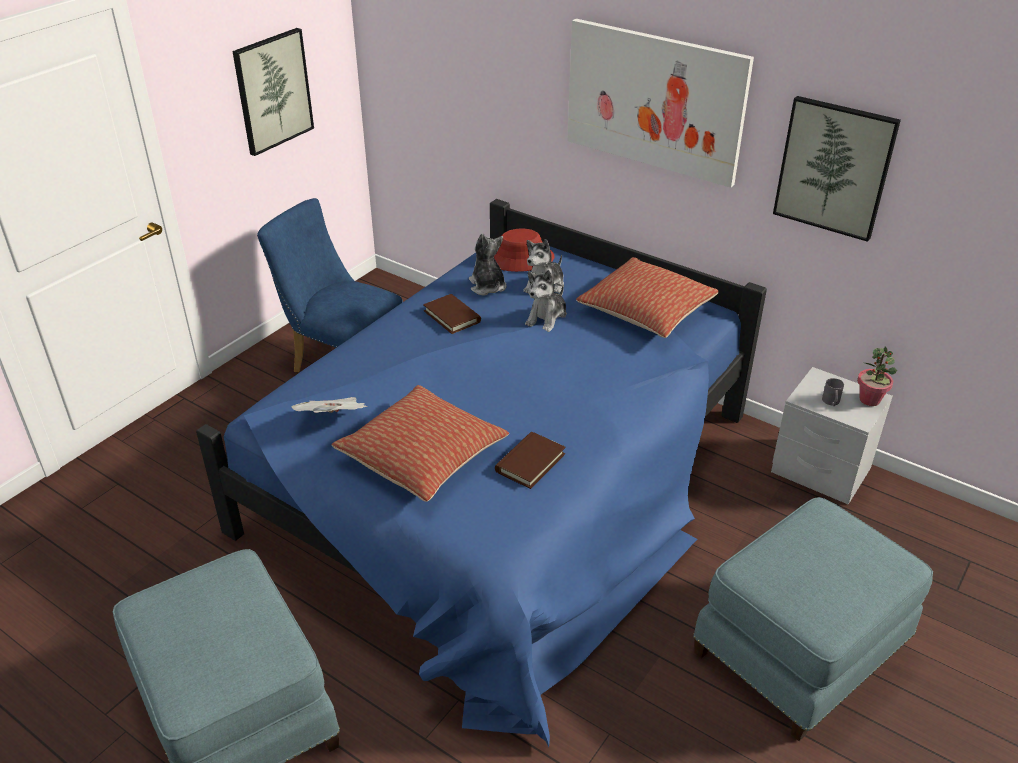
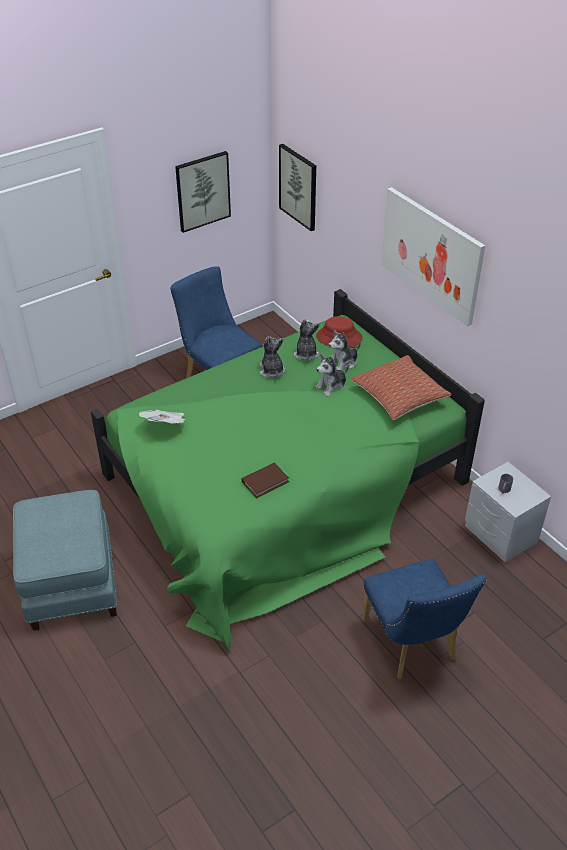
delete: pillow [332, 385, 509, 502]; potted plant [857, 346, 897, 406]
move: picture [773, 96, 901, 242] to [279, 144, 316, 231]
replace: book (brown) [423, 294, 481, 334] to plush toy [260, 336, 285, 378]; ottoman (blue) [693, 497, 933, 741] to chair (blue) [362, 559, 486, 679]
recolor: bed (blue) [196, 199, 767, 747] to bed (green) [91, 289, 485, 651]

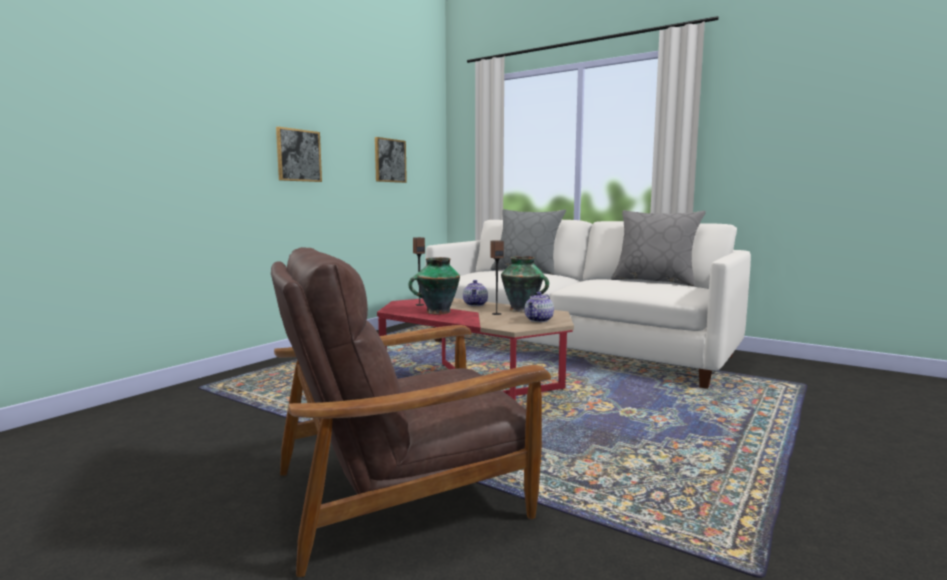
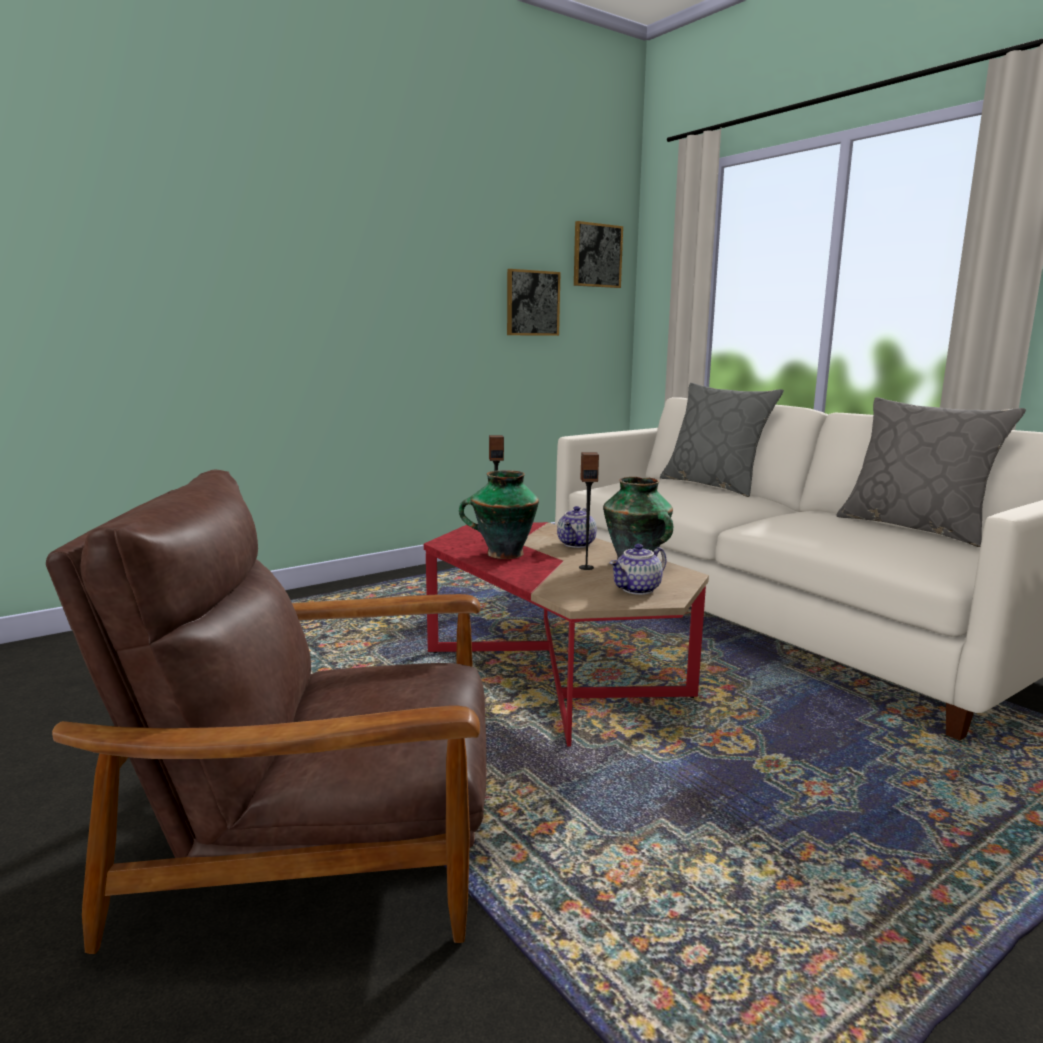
move: picture [276, 127, 322, 182] to [574, 221, 623, 288]

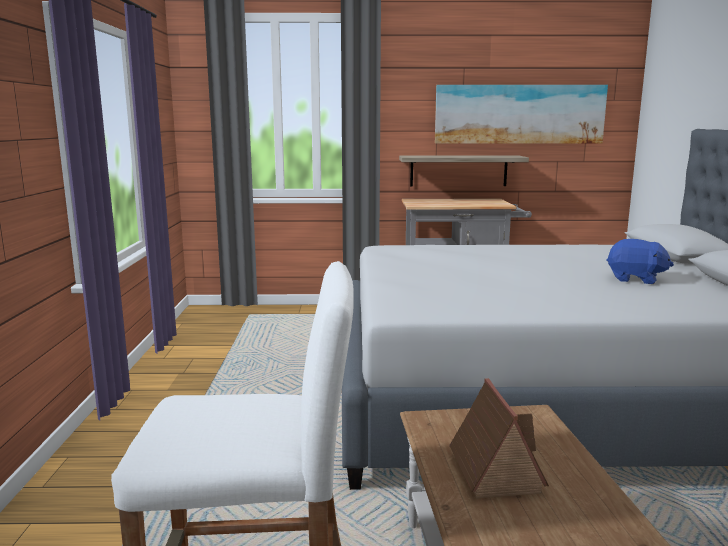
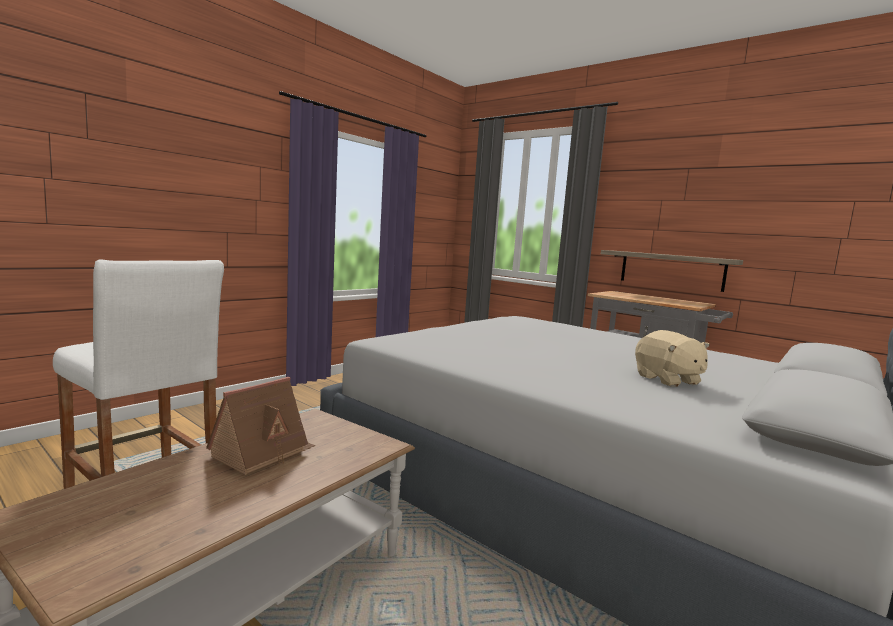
delete: picture [435, 85, 608, 144]
recolor: plush toy (blue) [607, 239, 674, 284] to plush toy (beige) [635, 330, 710, 387]

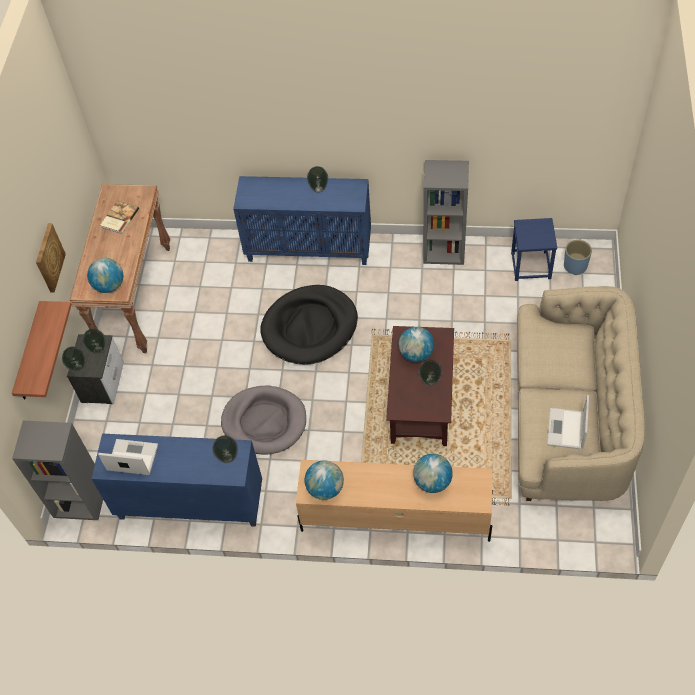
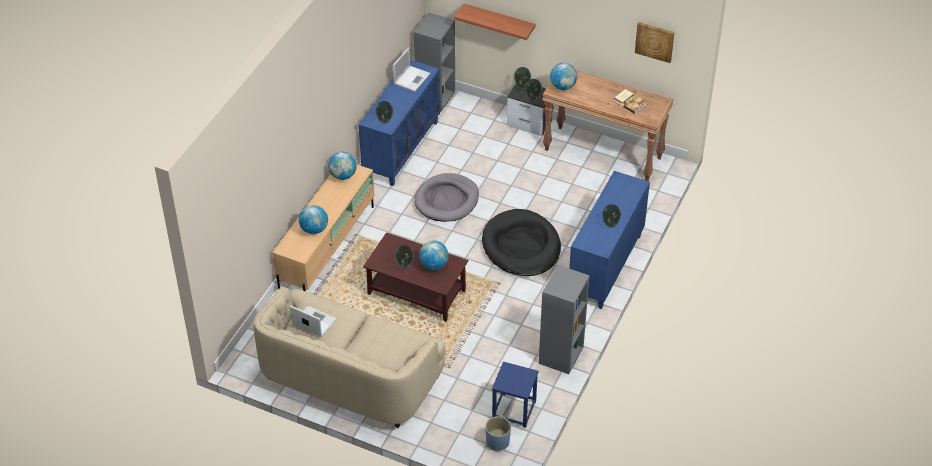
move: picture [36, 223, 66, 293] to [635, 22, 675, 63]

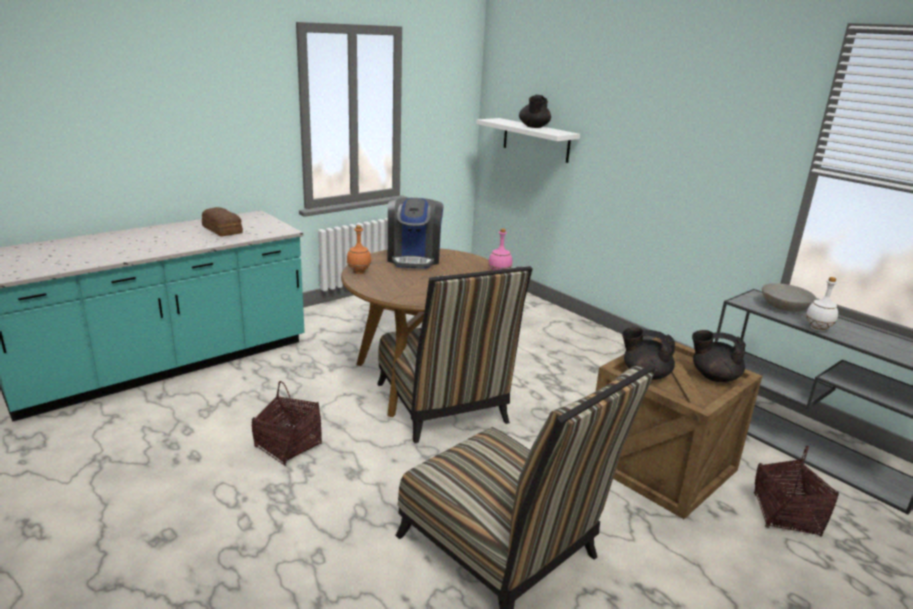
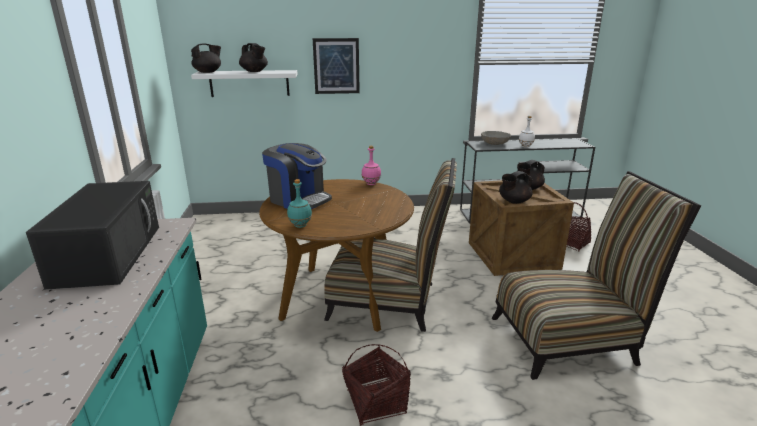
insert: teapot (black) [191, 44, 221, 73]; picture [313, 38, 360, 94]
replace: bread [202, 207, 243, 236] to microwave (black) [26, 181, 159, 290]
recolor: bottle (orange) [347, 225, 371, 274] to bottle (turquoise) [287, 179, 312, 228]

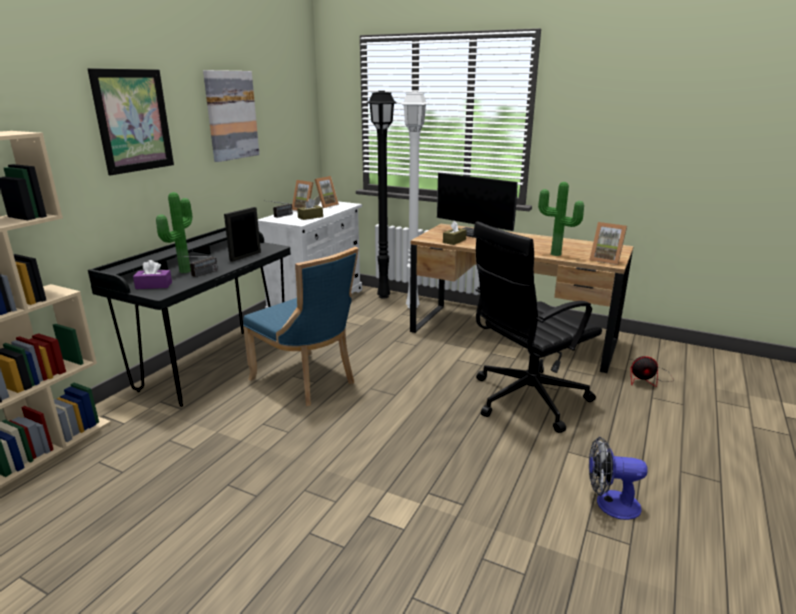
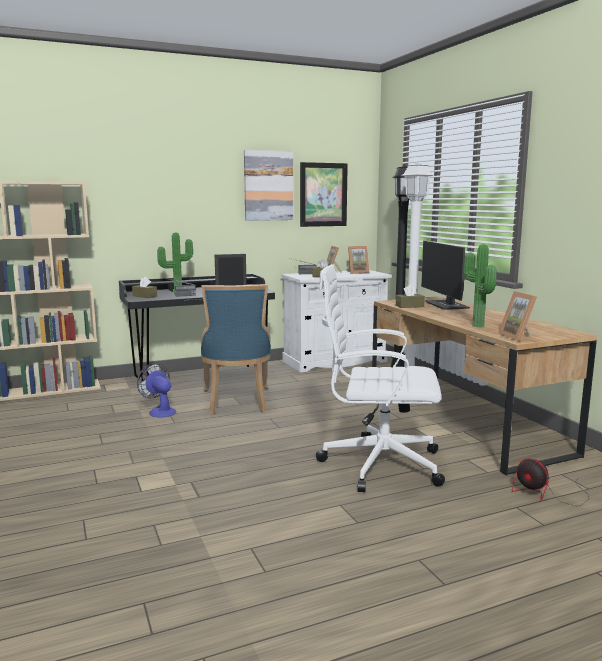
move: picture [88, 68, 174, 175] to [300, 162, 348, 227]; fan [589, 437, 648, 520] to [137, 363, 176, 418]
recolor: tissue box (purple) [133, 260, 172, 289] to tissue box (brown) [132, 277, 157, 298]; office chair (black) [473, 221, 602, 433] to office chair (white) [316, 264, 445, 492]

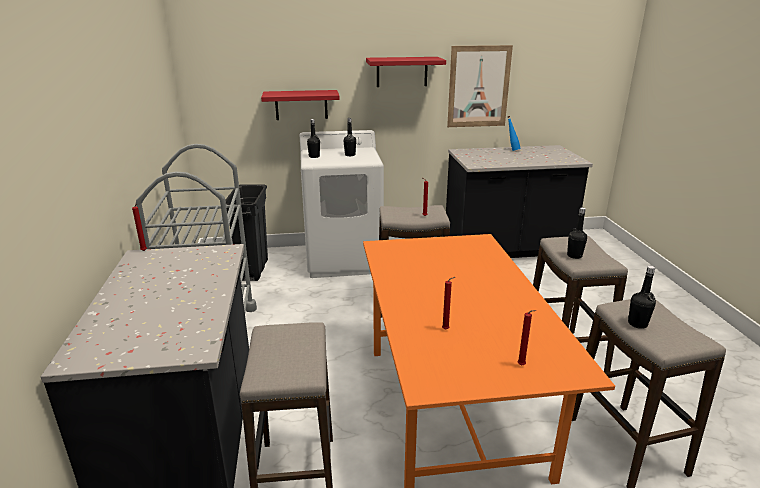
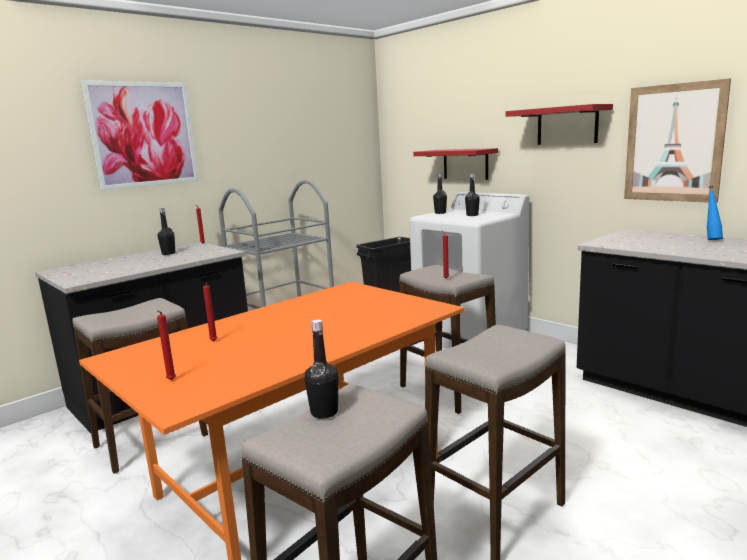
insert: picture [81, 80, 199, 191]
move: bottle (black) [567, 207, 587, 259] to [158, 208, 175, 255]

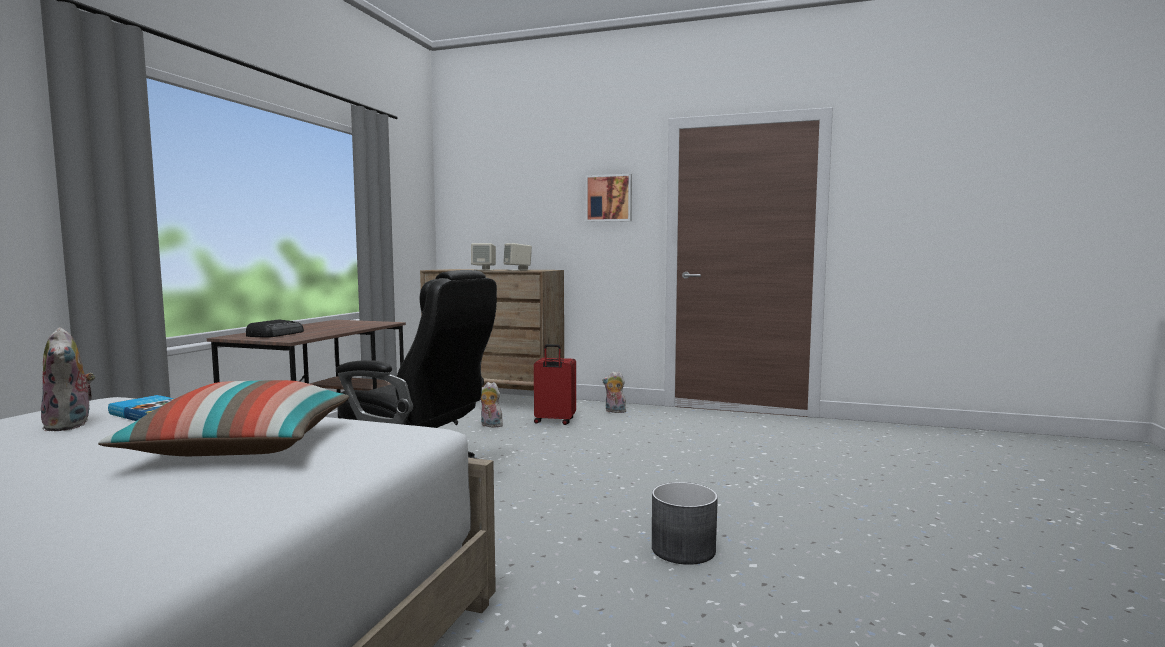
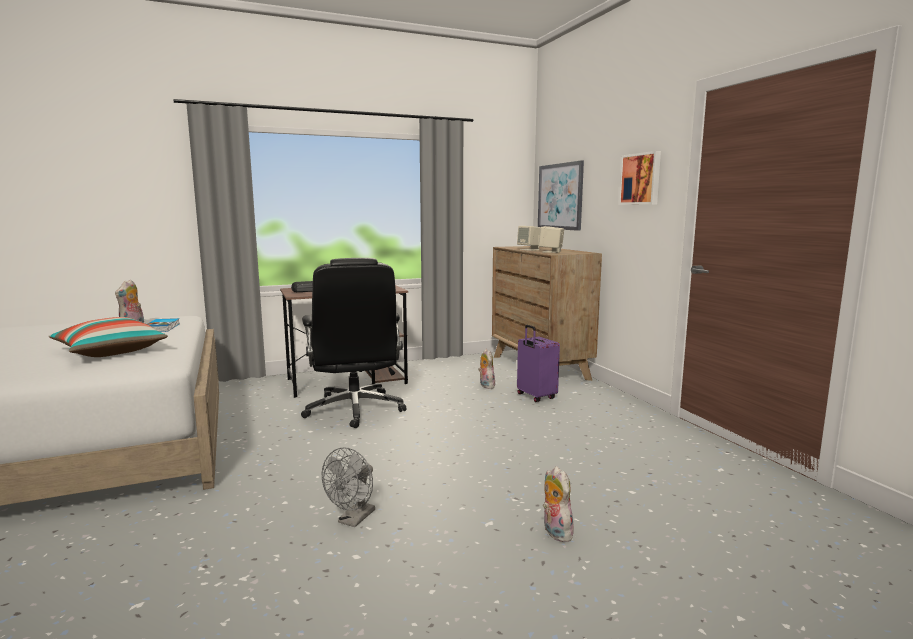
insert: picture [538, 160, 584, 231]
move: plush toy [602, 372, 626, 413] to [543, 466, 574, 542]
replace: planter (grey) [652, 482, 718, 565] to fan (grey) [322, 447, 375, 527]
recolor: suitcase (red) [534, 344, 576, 425] to suitcase (purple) [517, 325, 560, 402]

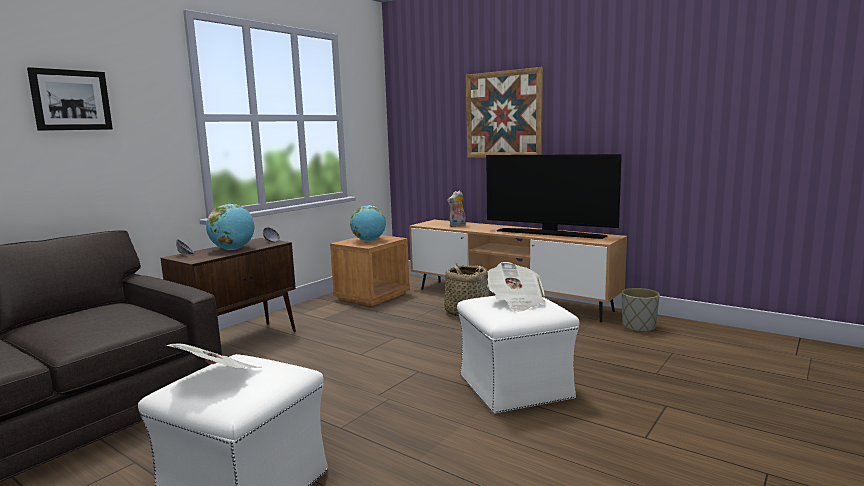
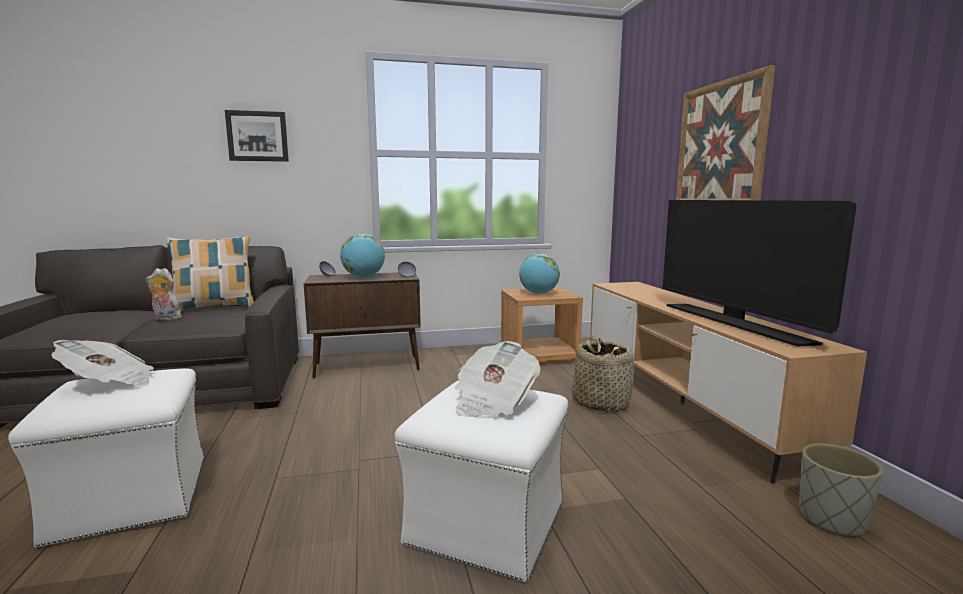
insert: pillow [166, 236, 254, 310]
move: plush toy [447, 190, 466, 227] to [146, 268, 182, 320]

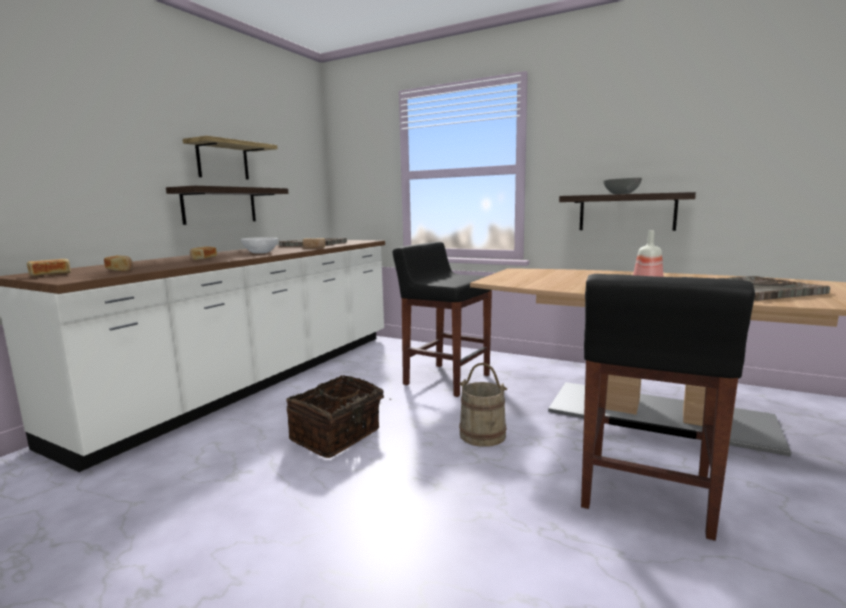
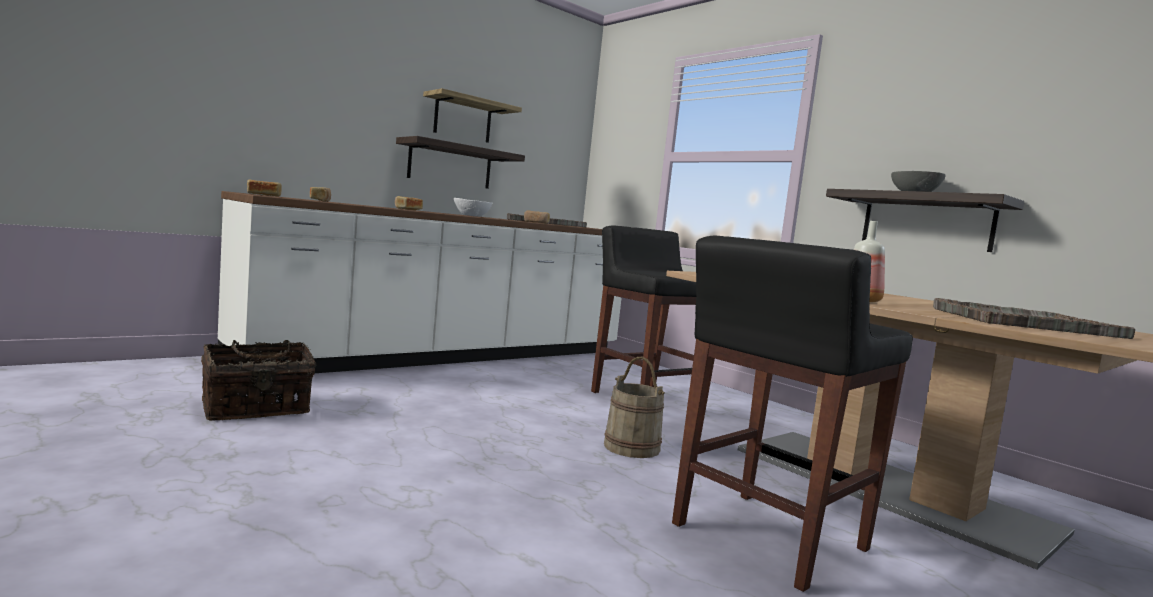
move: basket [286, 375, 391, 458] to [201, 340, 316, 421]

